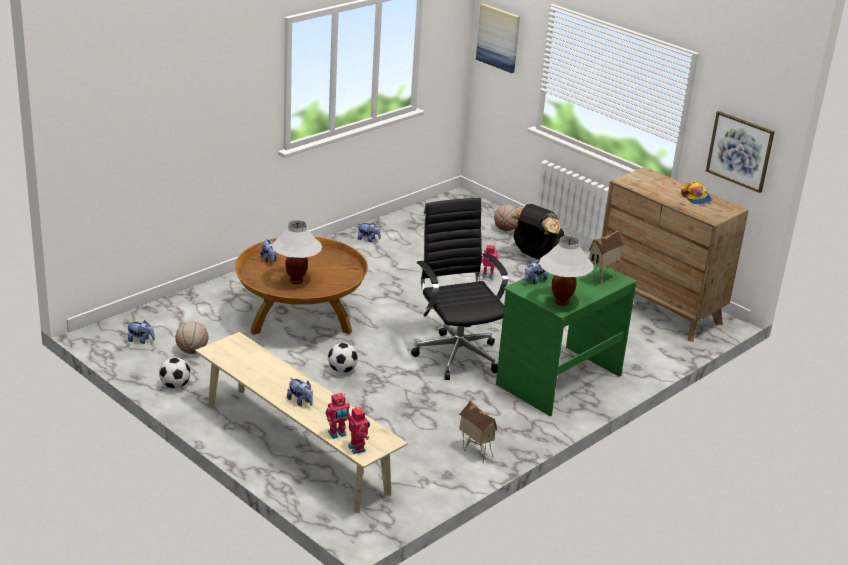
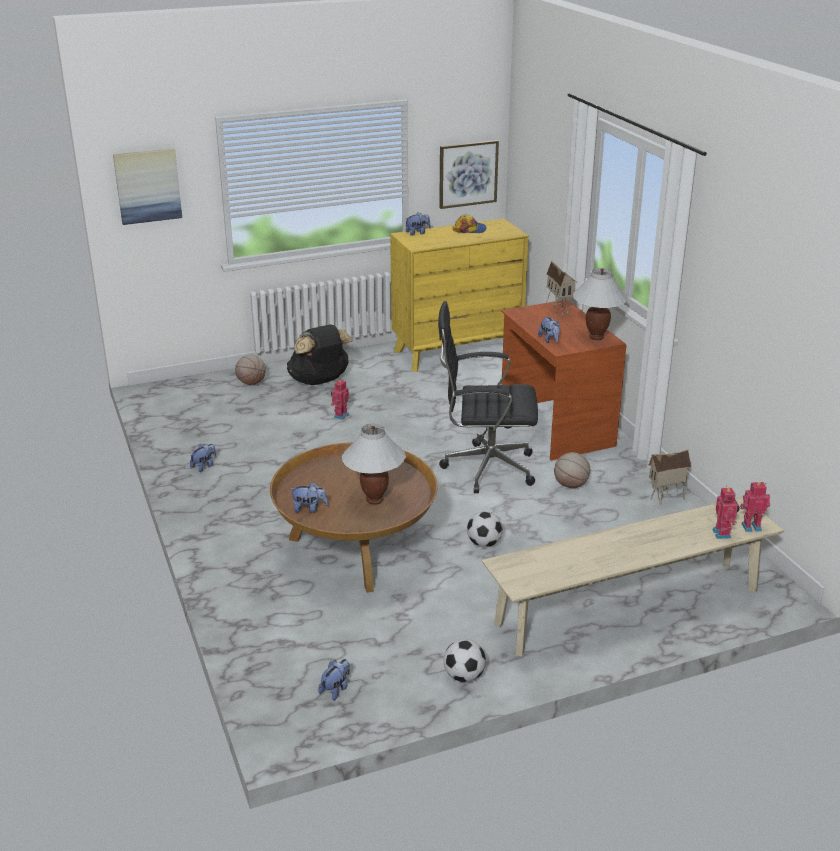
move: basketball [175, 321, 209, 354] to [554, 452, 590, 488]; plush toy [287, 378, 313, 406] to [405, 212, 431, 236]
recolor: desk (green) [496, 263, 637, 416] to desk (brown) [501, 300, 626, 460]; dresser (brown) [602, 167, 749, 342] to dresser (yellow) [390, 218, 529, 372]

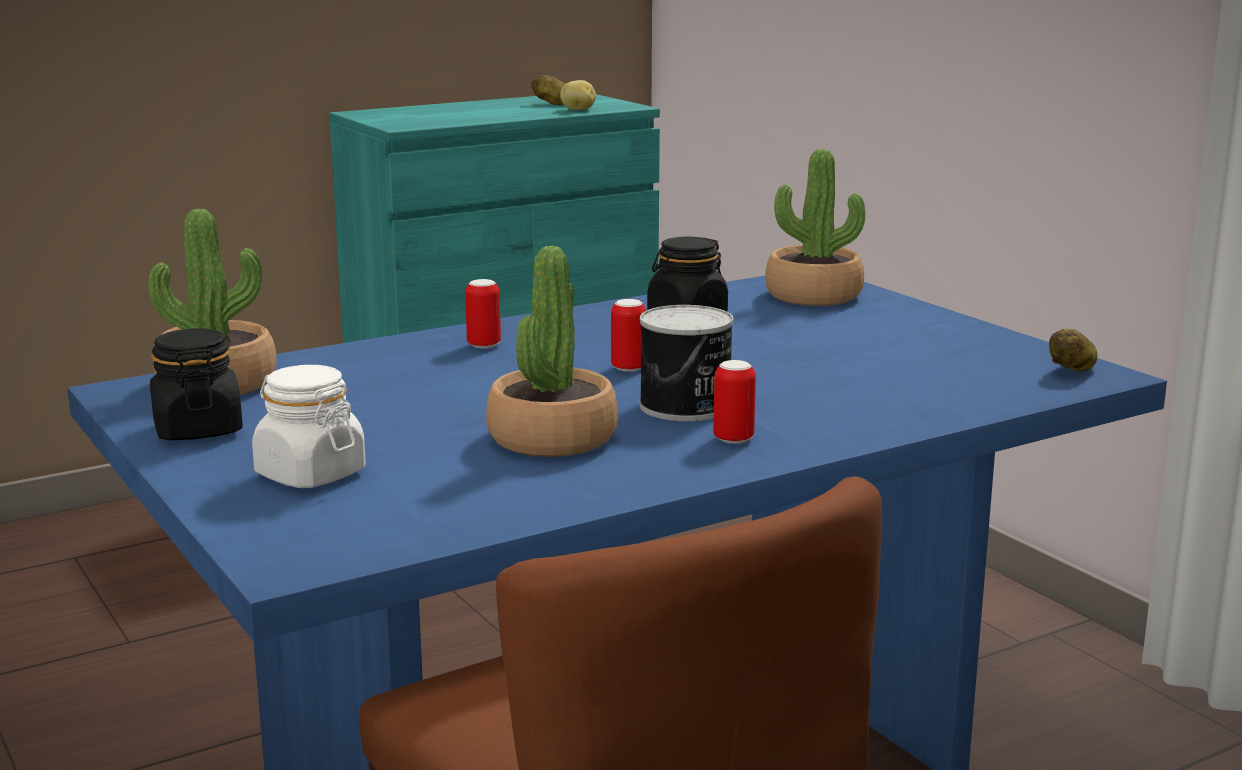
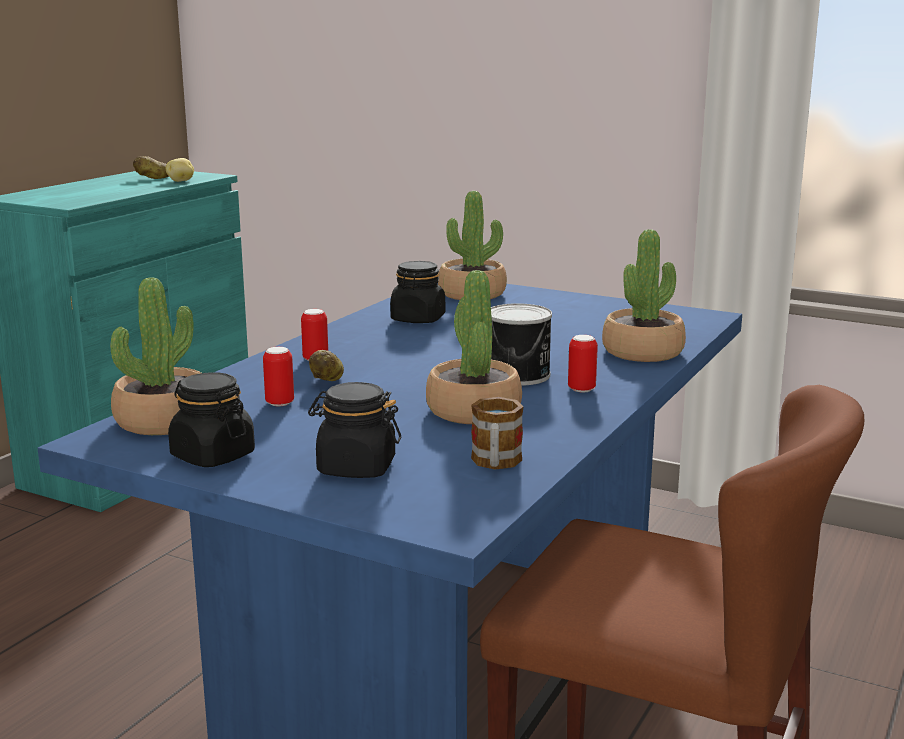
insert: mug [471, 397, 524, 469]; potted plant [602, 229, 686, 362]
move: can [611, 299, 646, 372] to [263, 347, 294, 406]; potato [1049, 329, 1098, 372] to [309, 350, 344, 381]
recolor: jar (white) [252, 365, 366, 488] to jar (black) [308, 382, 402, 478]

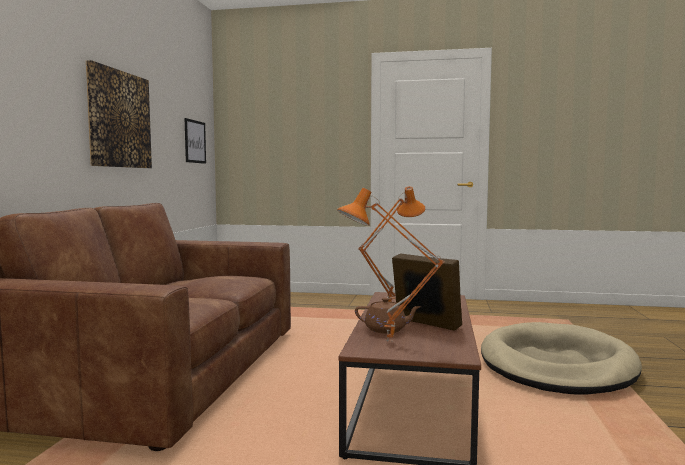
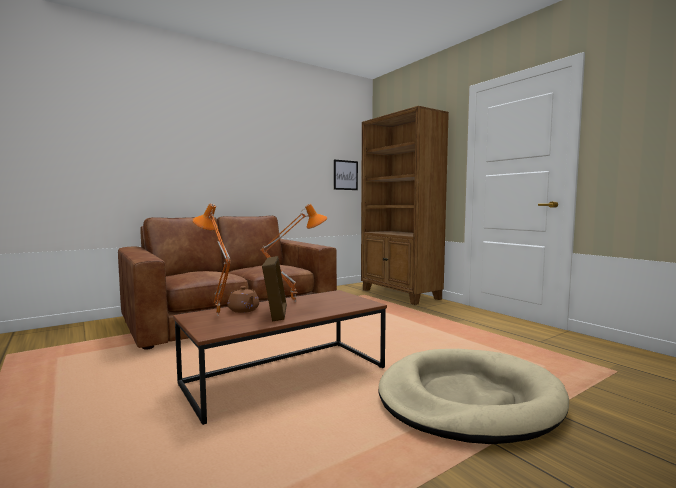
delete: picture [86, 60, 152, 168]
insert: bookcase (brown) [361, 106, 449, 305]

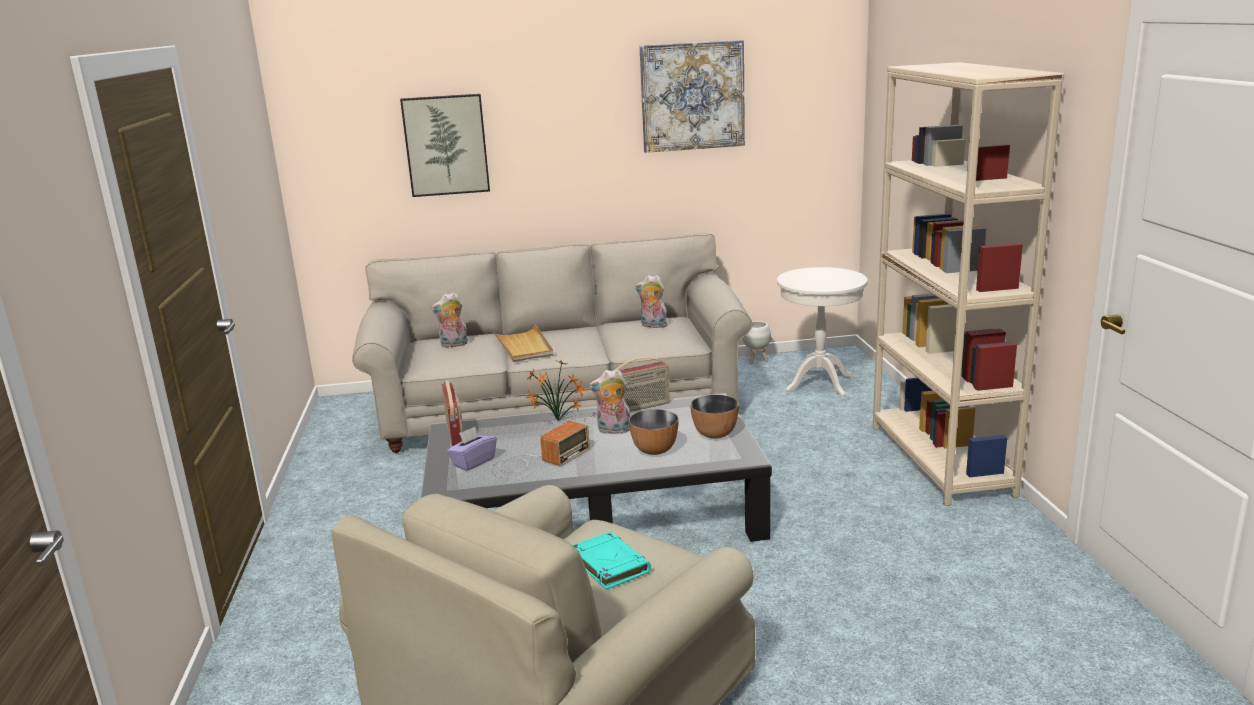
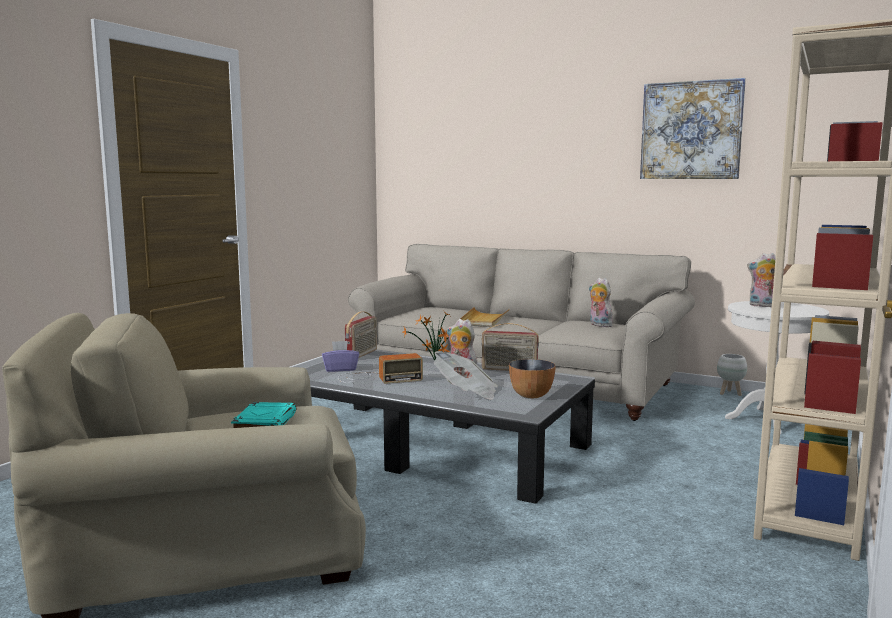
delete: picture [400, 94, 490, 197]
move: plush toy [431, 292, 468, 348] to [747, 253, 776, 307]
replace: bowl [629, 409, 679, 455] to newspaper [434, 351, 498, 400]

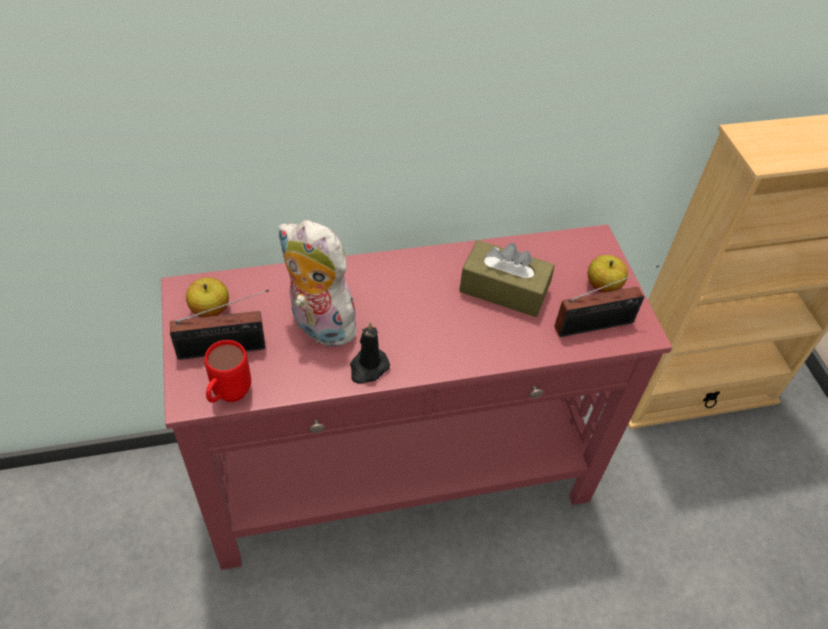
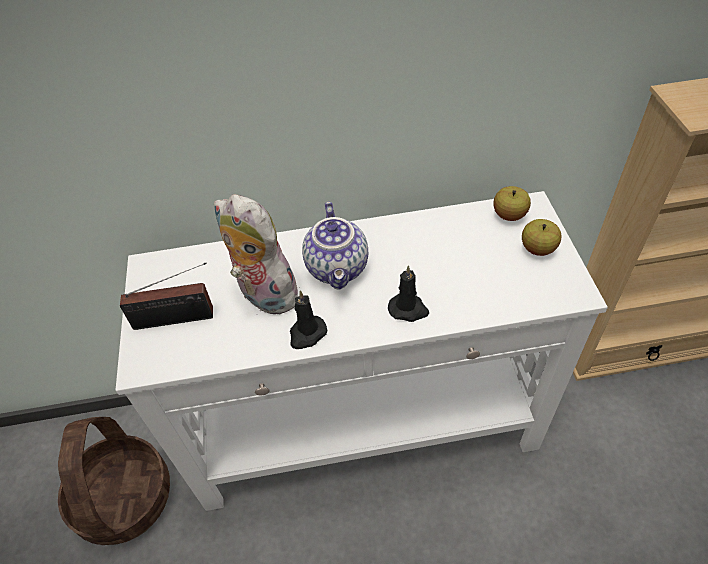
delete: mug (red) [205, 340, 251, 403]; tissue box (brown) [459, 240, 555, 317]; radio [554, 265, 659, 337]
insert: basket [58, 417, 170, 545]; teapot [302, 202, 368, 290]; candle (black) [388, 265, 429, 322]
move: apple [186, 277, 229, 317] to [493, 186, 531, 221]
recolor: console table (red) [161, 225, 672, 570] to console table (white) [116, 191, 608, 511]

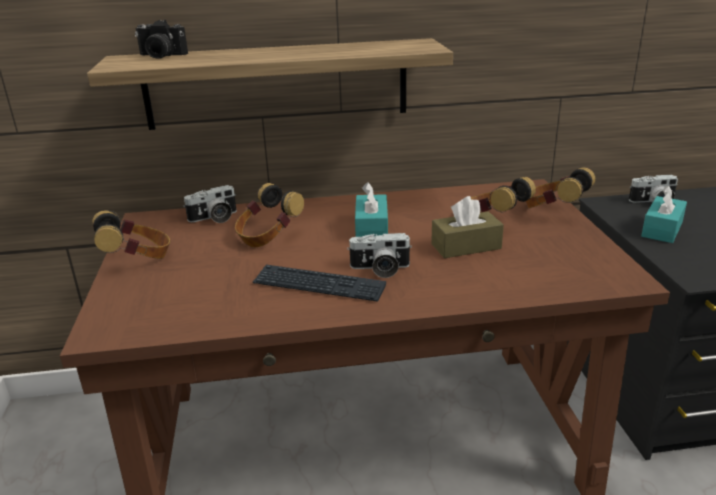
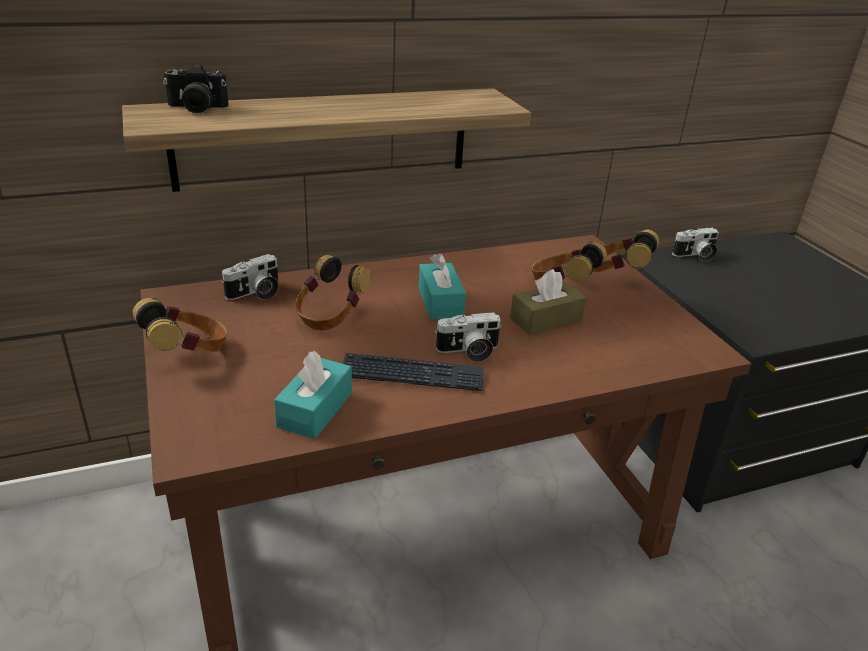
move: tissue box (turquoise) [641, 185, 687, 243] to [274, 351, 352, 439]

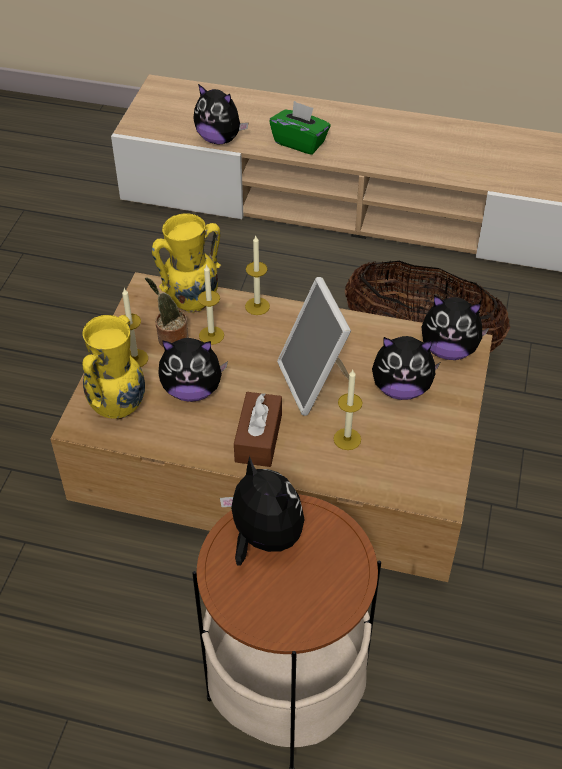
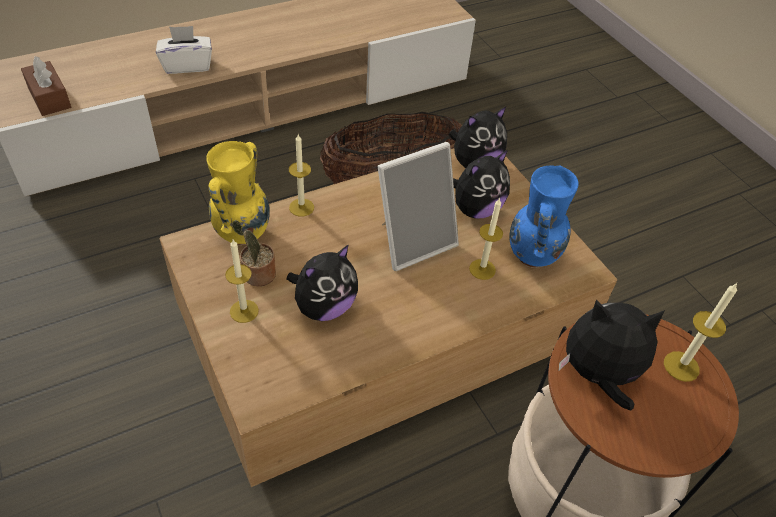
delete: vase (yellow) [82, 315, 145, 420]; plush toy [193, 84, 248, 144]
insert: vase (blue) [509, 165, 579, 268]
move: candle [198, 264, 224, 345] to [664, 283, 737, 382]; tissue box (brown) [234, 392, 282, 467] to [21, 56, 71, 116]
recolor: tissue box (green) [269, 101, 331, 155] to tissue box (white) [156, 26, 212, 74]
rotate: picture frame [277, 277, 351, 416] = [378, 142, 459, 271] 60 degrees counterclockwise

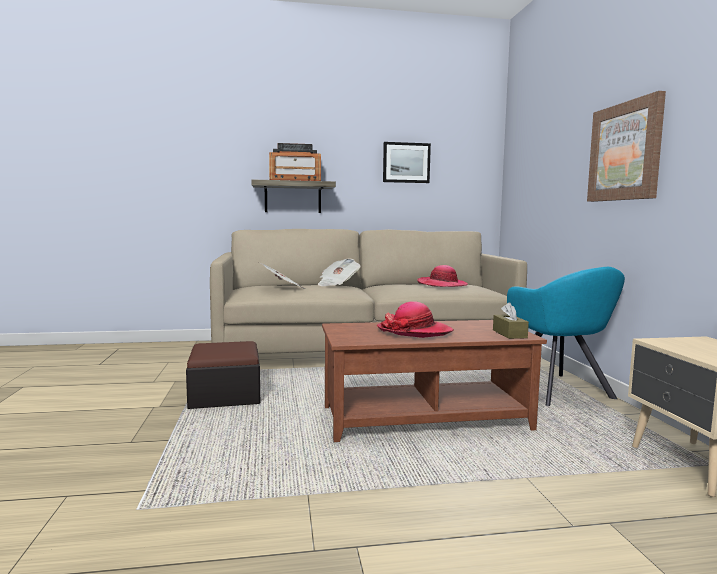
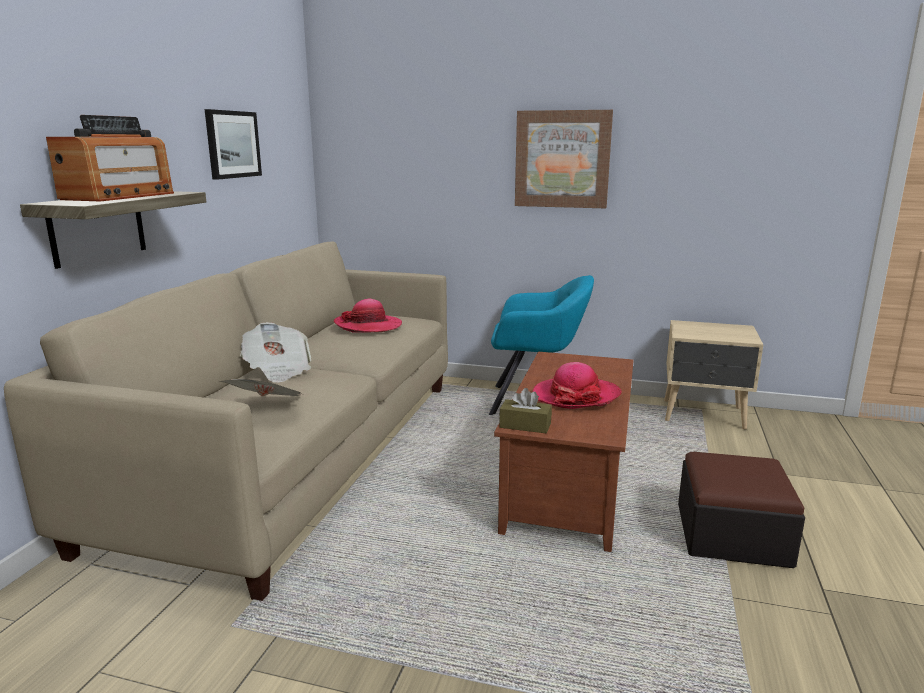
move: ottoman [186, 341, 260, 409] to [678, 452, 805, 568]; tissue box (brown) [493, 302, 529, 339] to [499, 388, 552, 433]

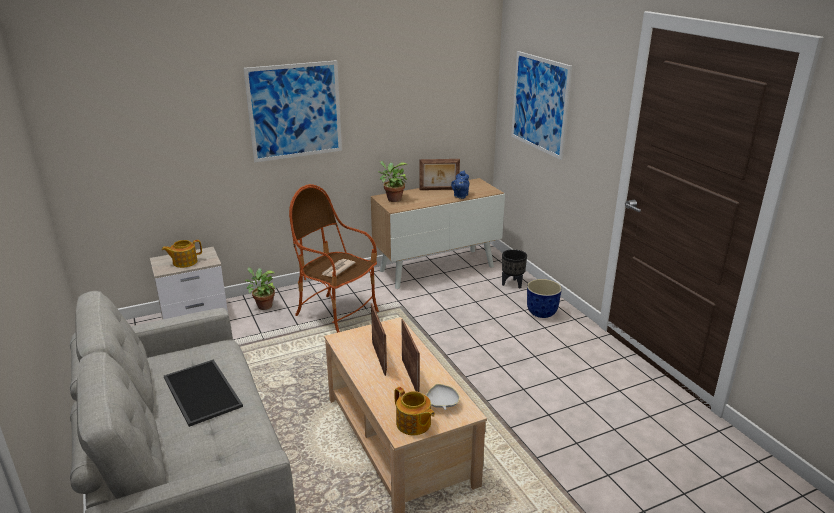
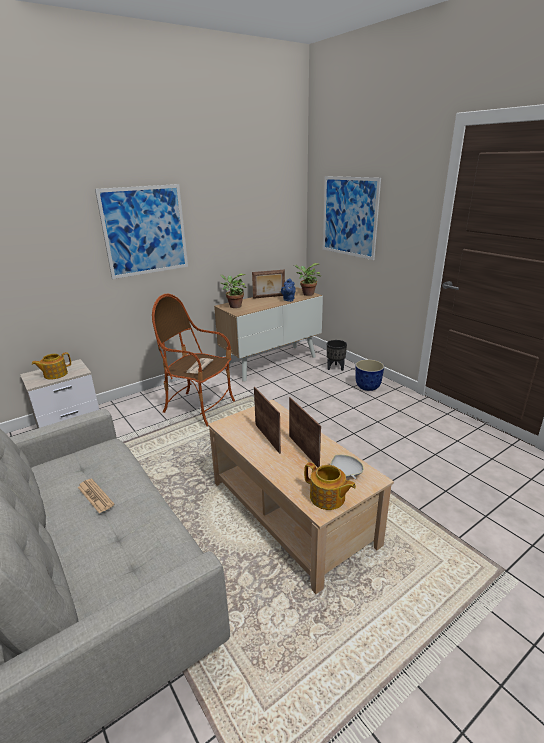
move: potted plant [245, 267, 276, 310] to [294, 263, 321, 296]
replace: tray [164, 359, 243, 427] to newspaper [78, 478, 115, 514]

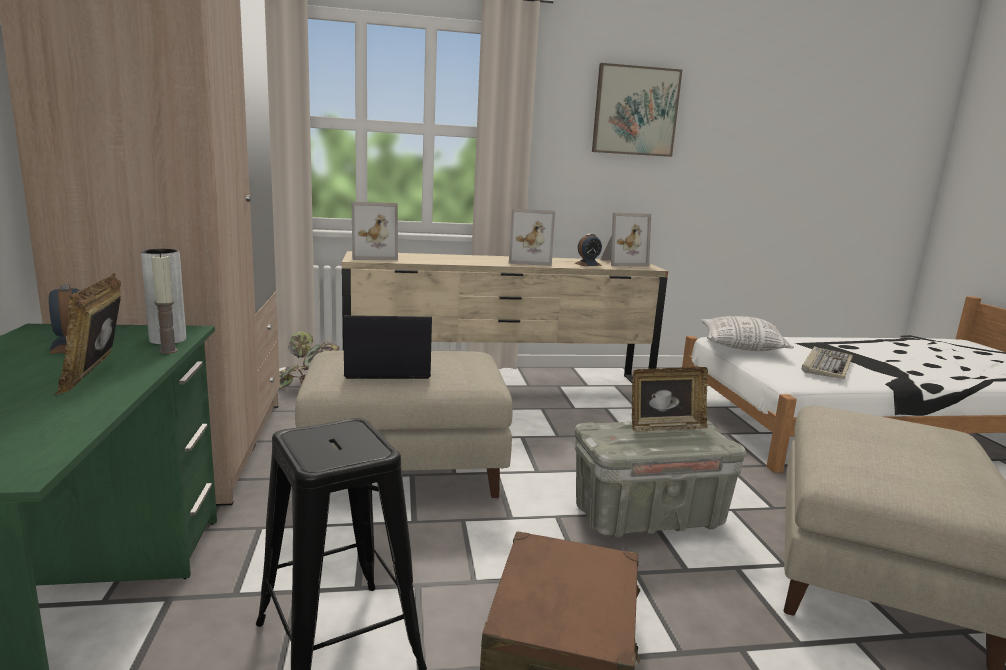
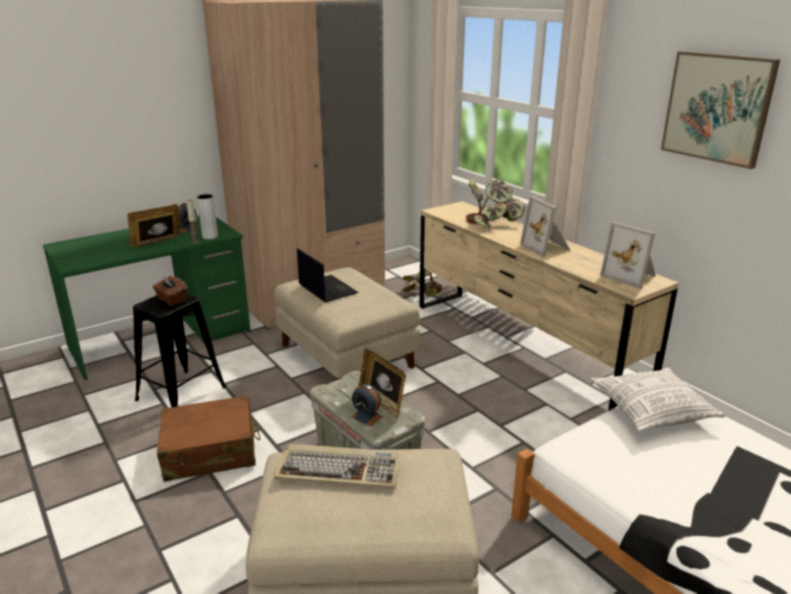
delete: picture frame [352, 202, 398, 260]
insert: tissue box (brown) [153, 275, 188, 306]; potted plant [466, 179, 525, 229]
move: alarm clock [575, 234, 602, 266] to [351, 384, 383, 426]; keyboard [802, 346, 853, 379] to [274, 444, 400, 489]

